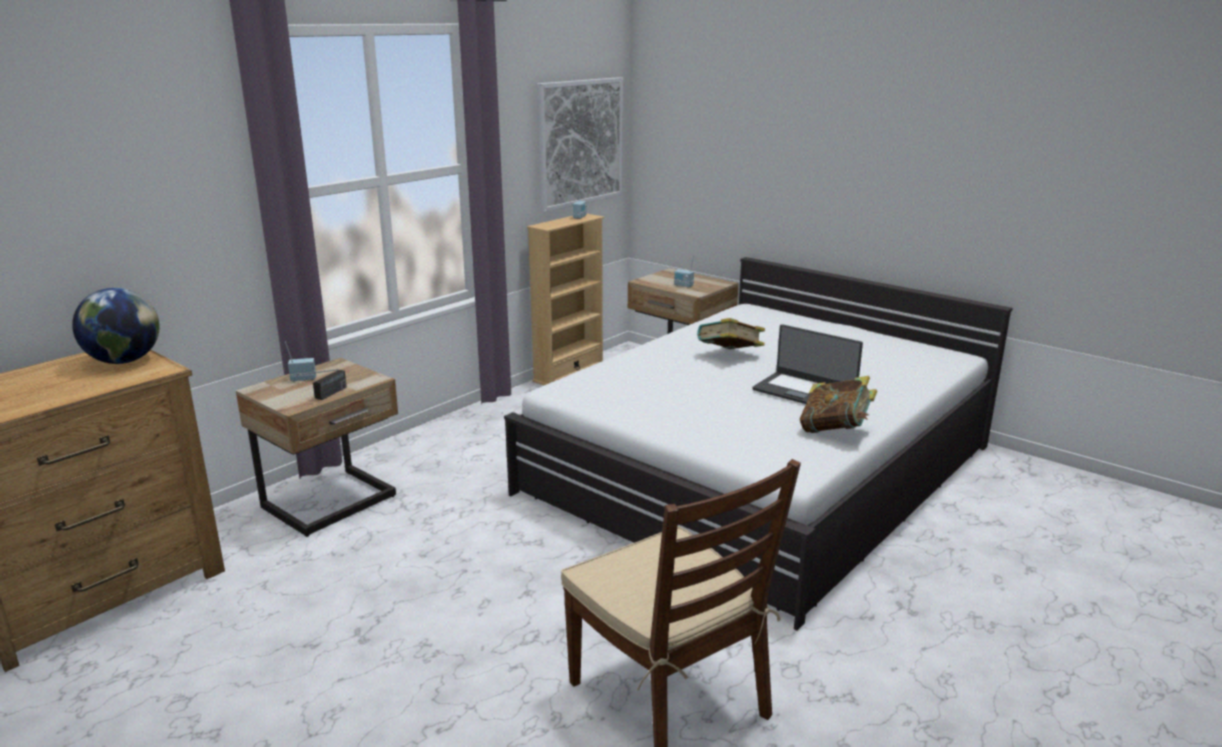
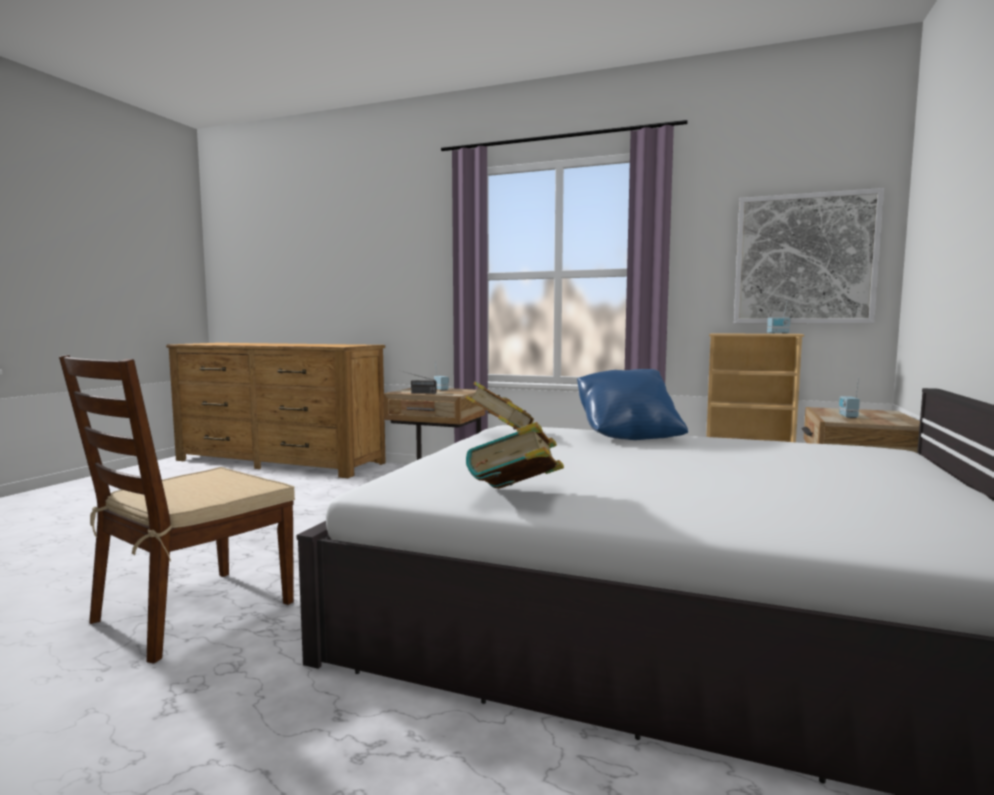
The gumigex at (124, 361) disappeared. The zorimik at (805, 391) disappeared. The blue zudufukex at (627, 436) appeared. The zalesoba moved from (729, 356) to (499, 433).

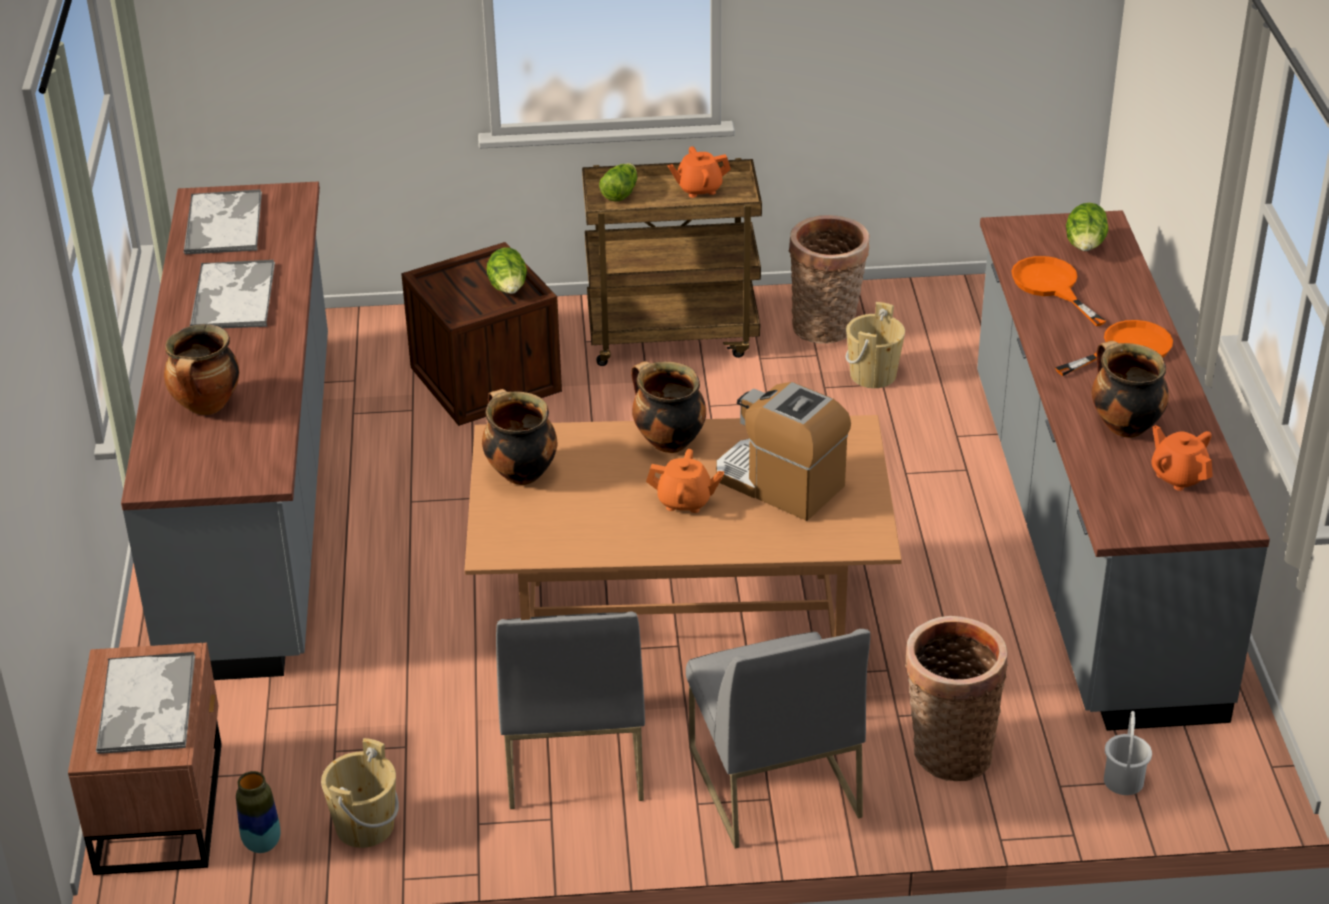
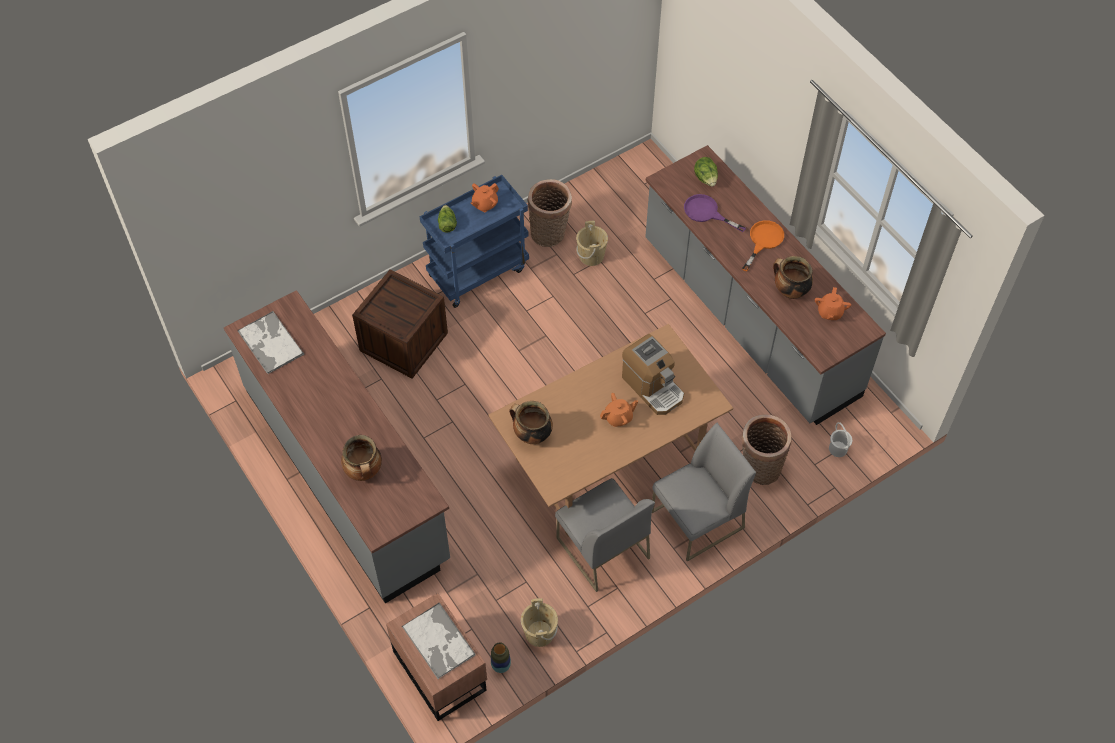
The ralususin at (233, 296) disappeared. The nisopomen at (508, 289) disappeared. The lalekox at (667, 441) disappeared. The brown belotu at (673, 336) became the blue belotu at (478, 271). The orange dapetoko at (1051, 286) became the purple dapetoko at (706, 213). The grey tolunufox at (772, 781) turned 75 degrees counterclockwise. The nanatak at (779, 483) turned 135 degrees counterclockwise. The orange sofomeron at (1178, 476) turned 105 degrees counterclockwise.

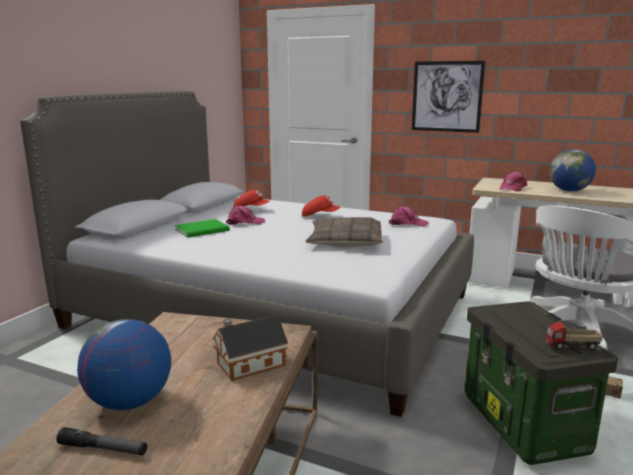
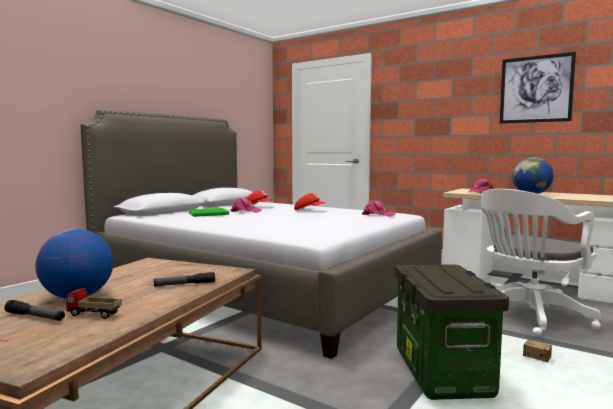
The zudufukex at (345, 242) disappeared. The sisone moved from (447, 96) to (536, 89). The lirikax moved from (572, 346) to (93, 315). The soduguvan at (248, 364) was replaced by the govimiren at (185, 284).

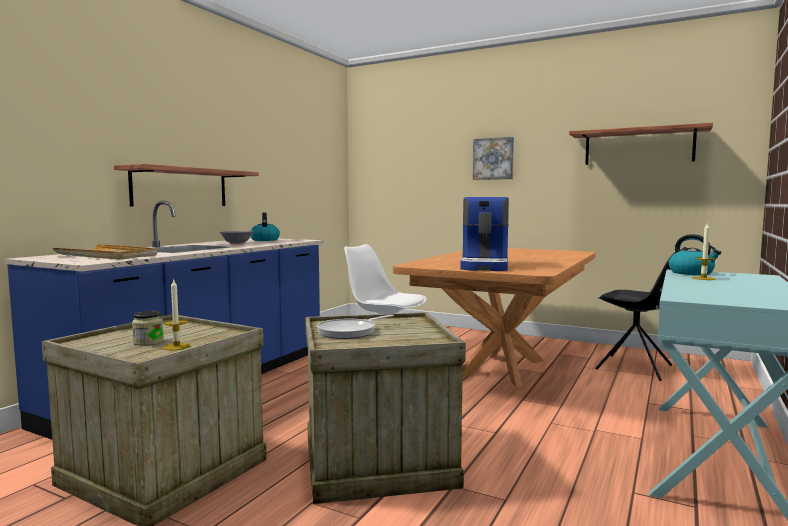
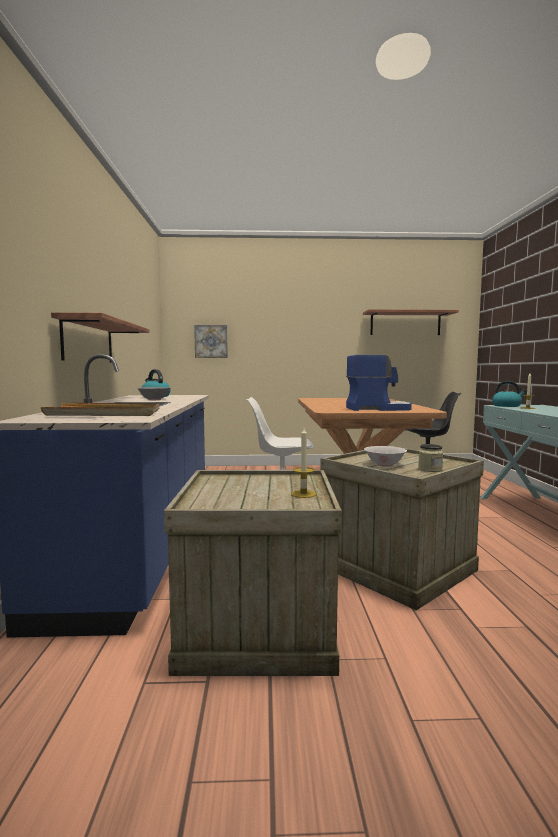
The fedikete moved from (148, 342) to (430, 469). The sisone moved from (493, 159) to (211, 341). The dapetoko at (350, 332) was replaced by the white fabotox at (385, 464). The nanatak at (485, 266) turned 75 degrees counterclockwise.

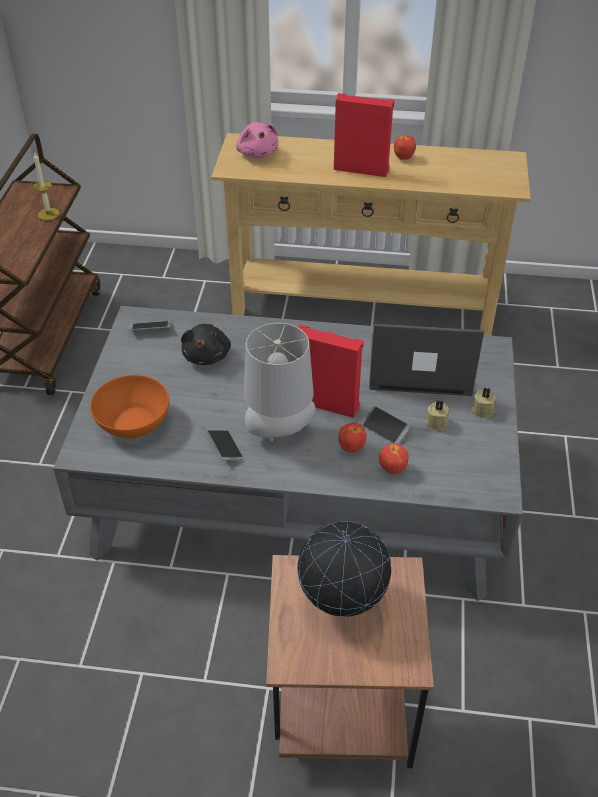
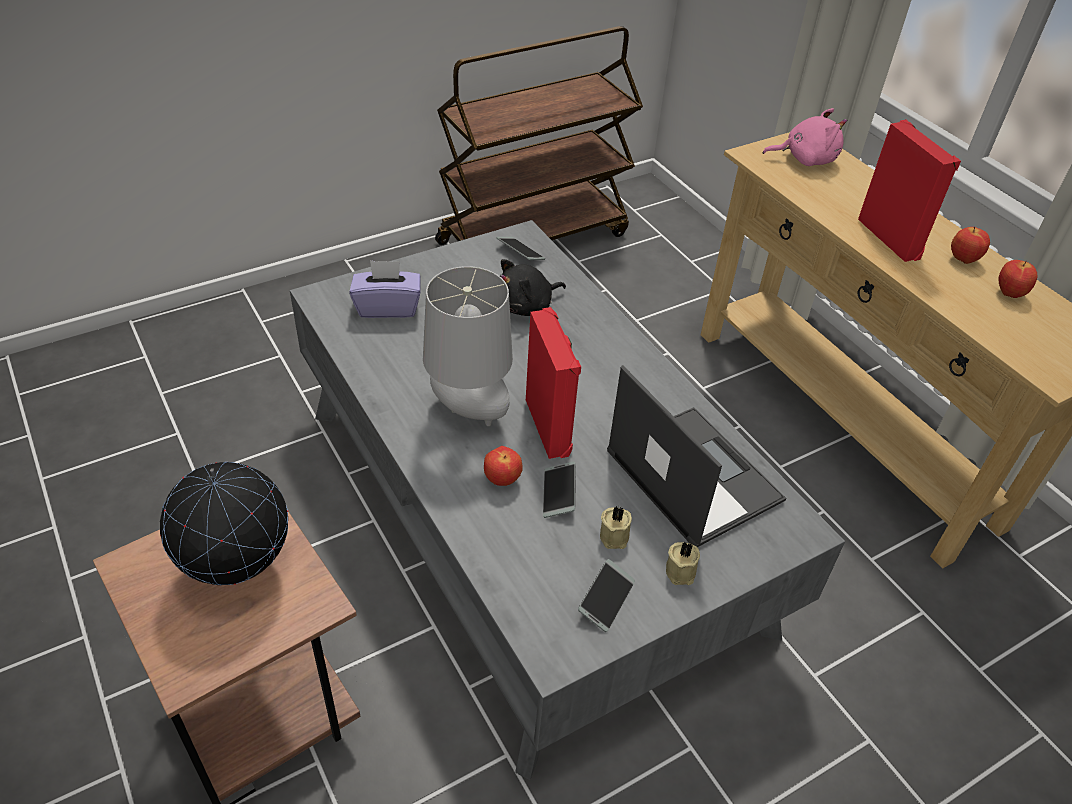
The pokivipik at (48, 214) disappeared. The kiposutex moved from (224, 447) to (606, 599). The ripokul moved from (392, 469) to (1008, 293). The orange fabotox at (133, 423) was replaced by the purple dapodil at (387, 307). The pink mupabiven at (257, 153) turned 120 degrees counterclockwise.

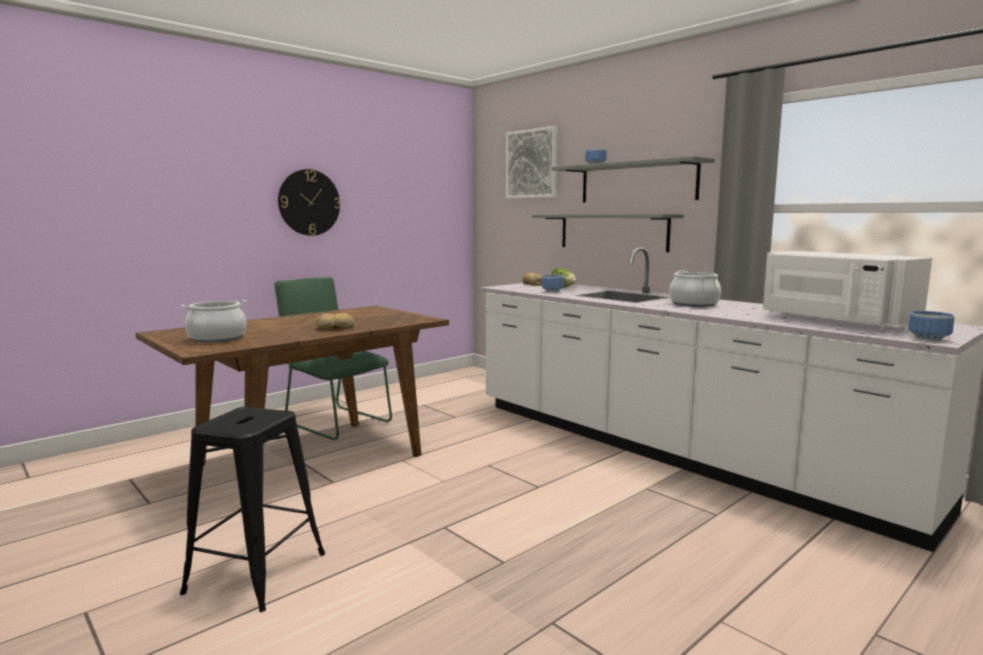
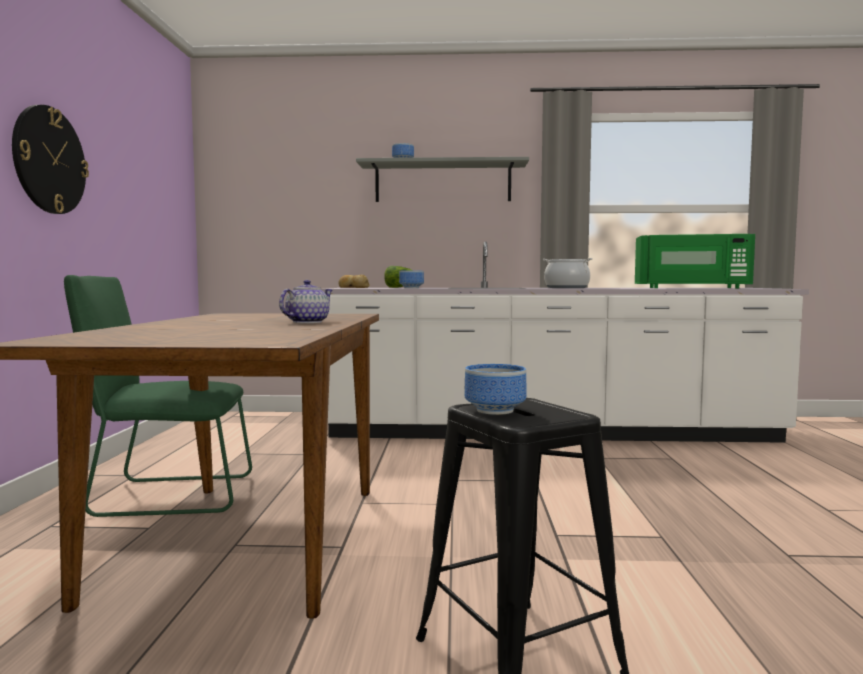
The lalekox at (217, 338) disappeared. The sisone at (532, 164) disappeared. The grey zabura at (612, 232) disappeared. The fabotox moved from (930, 338) to (496, 410). The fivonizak at (335, 328) was replaced by the sofomeron at (307, 322). The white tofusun at (834, 321) became the green tofusun at (692, 288).

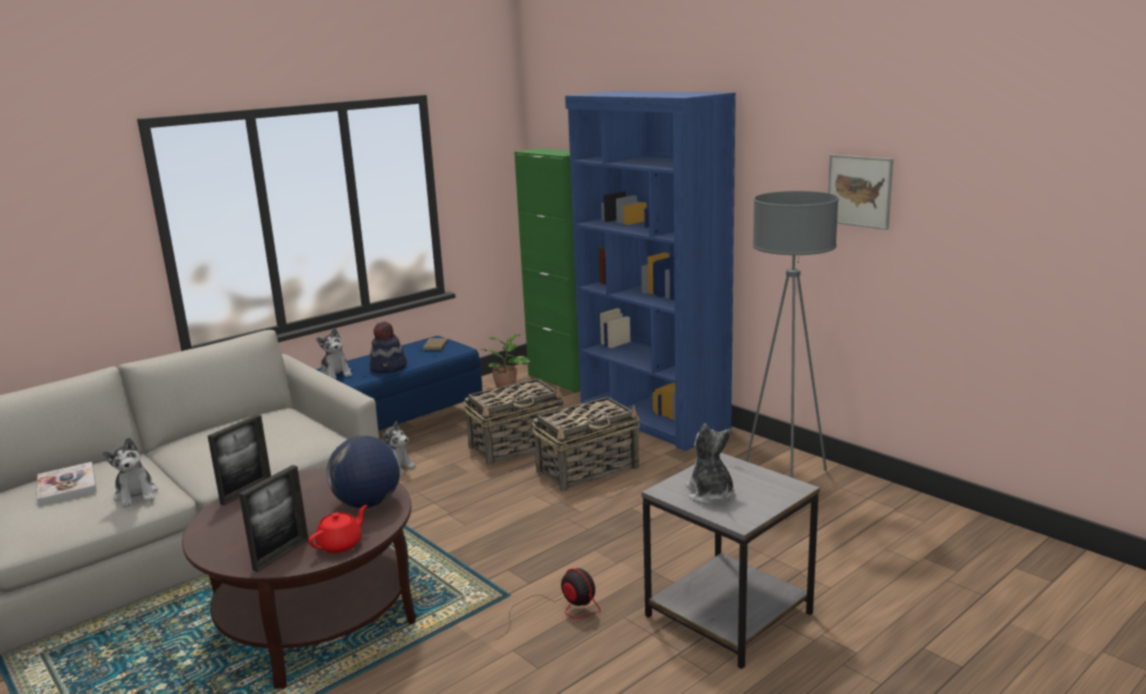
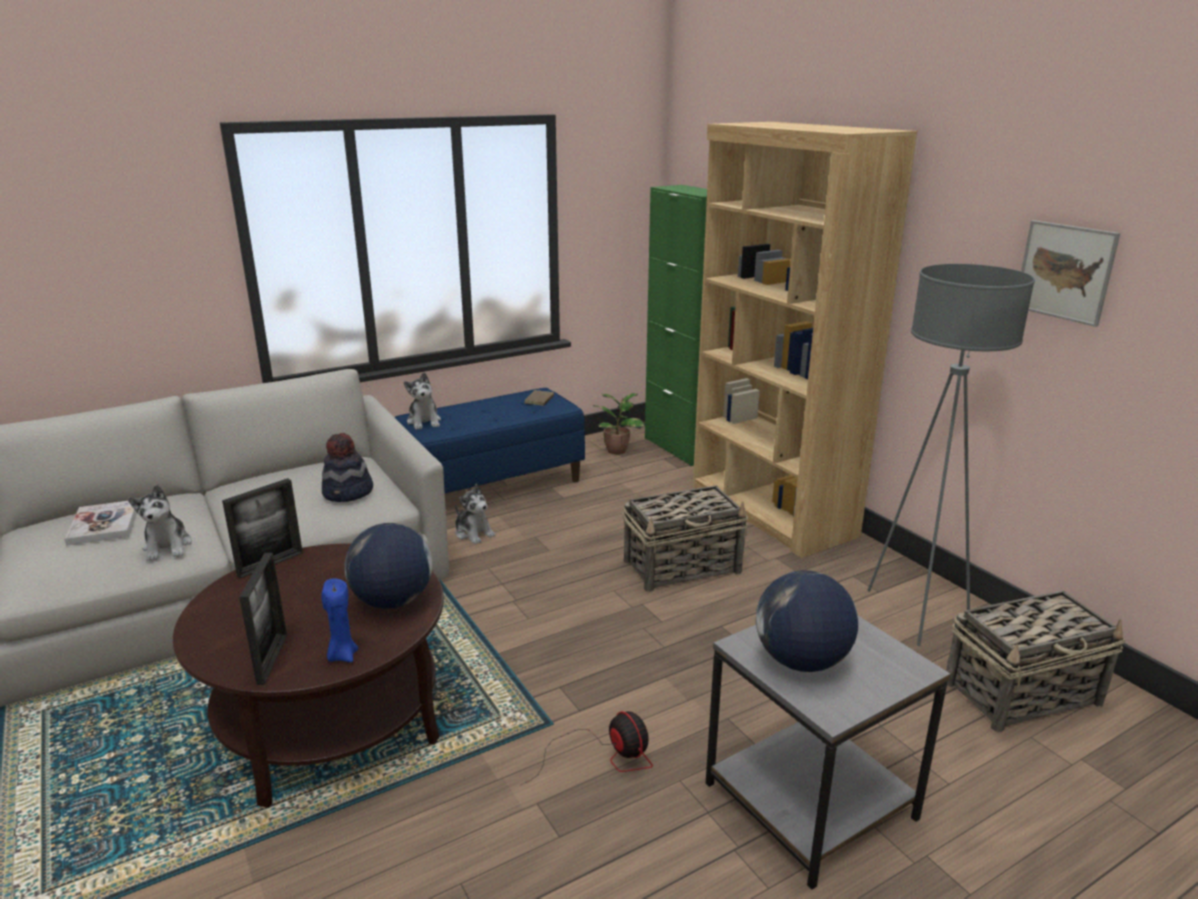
The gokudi moved from (389, 368) to (348, 493). The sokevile moved from (517, 446) to (1023, 693). The red sofomeron at (341, 544) was replaced by the blue pokivipik at (342, 655). The mupabiven at (710, 494) was replaced by the gumigex at (801, 661). The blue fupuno at (652, 419) became the brown fupuno at (771, 511). The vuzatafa at (281, 554) turned 45 degrees counterclockwise.

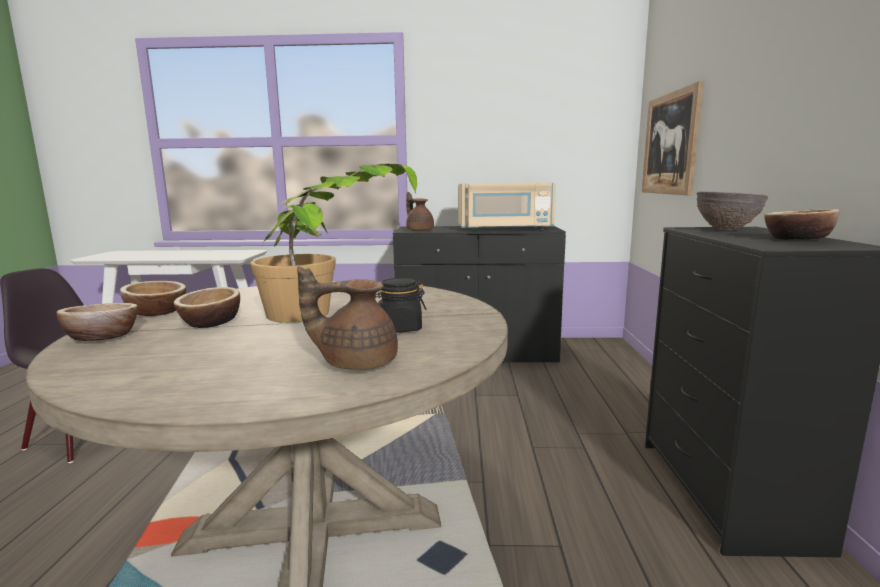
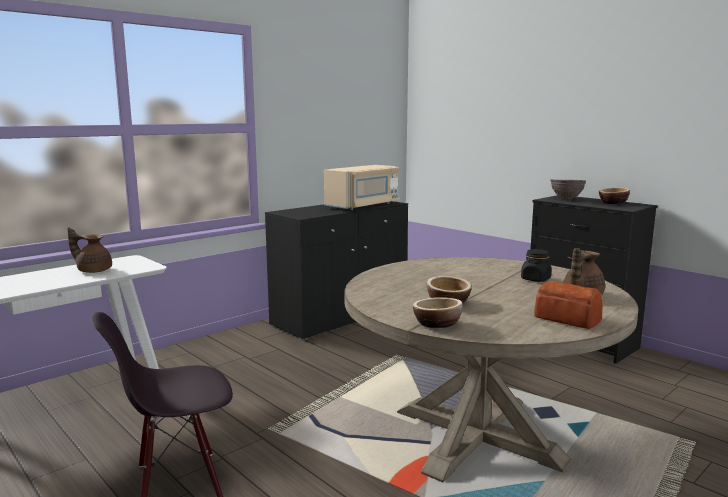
The fabotox at (156, 312) disappeared. The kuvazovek at (331, 313) disappeared. The sisone at (670, 144) disappeared. The fivonizak at (568, 319) appeared. The brown sofomeron moved from (419, 230) to (93, 270).

